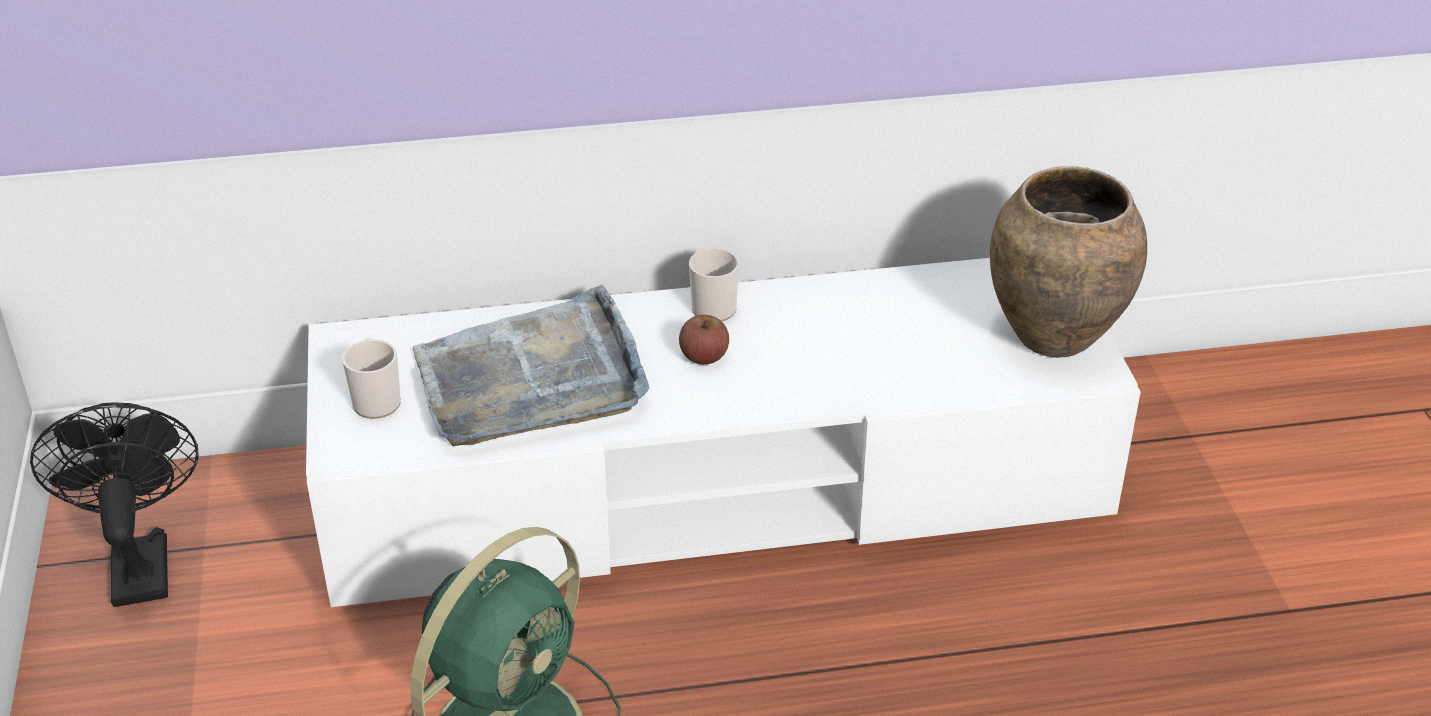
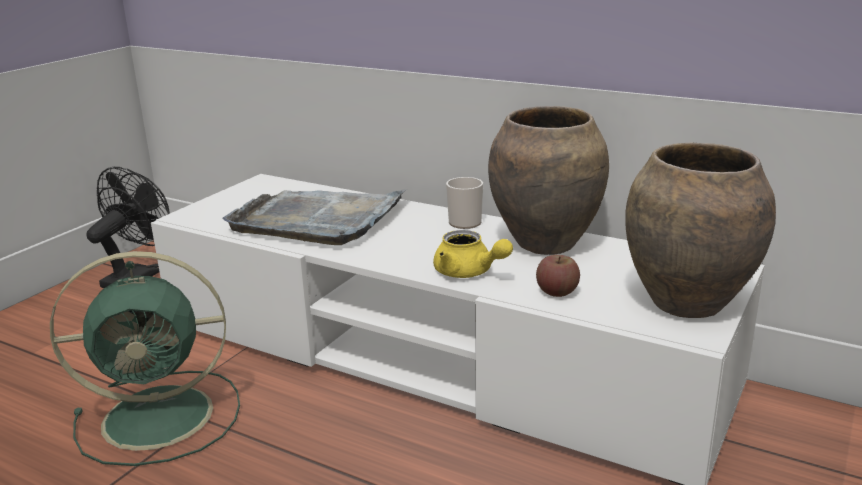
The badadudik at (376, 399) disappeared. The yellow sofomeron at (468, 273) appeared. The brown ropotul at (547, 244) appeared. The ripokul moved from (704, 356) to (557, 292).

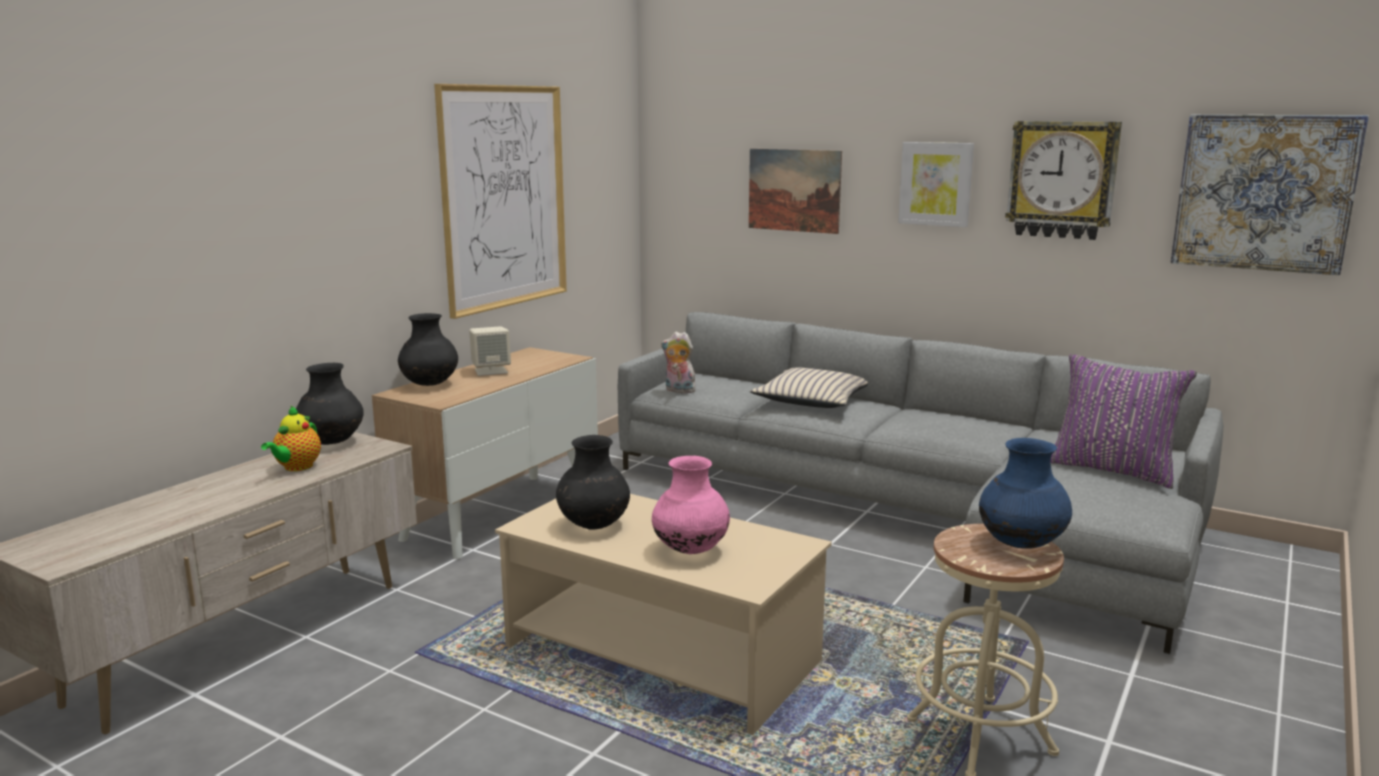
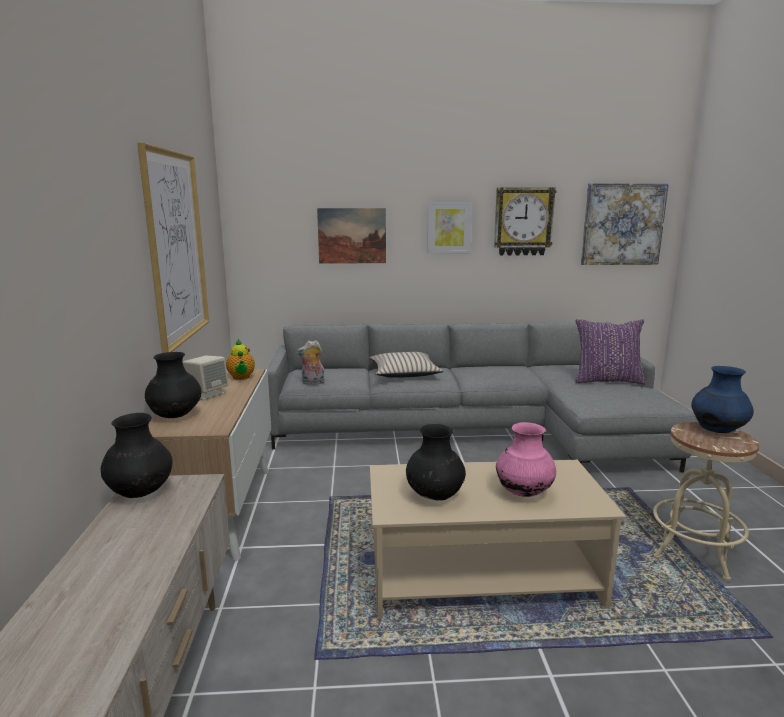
The sofomeron moved from (296, 467) to (241, 377).

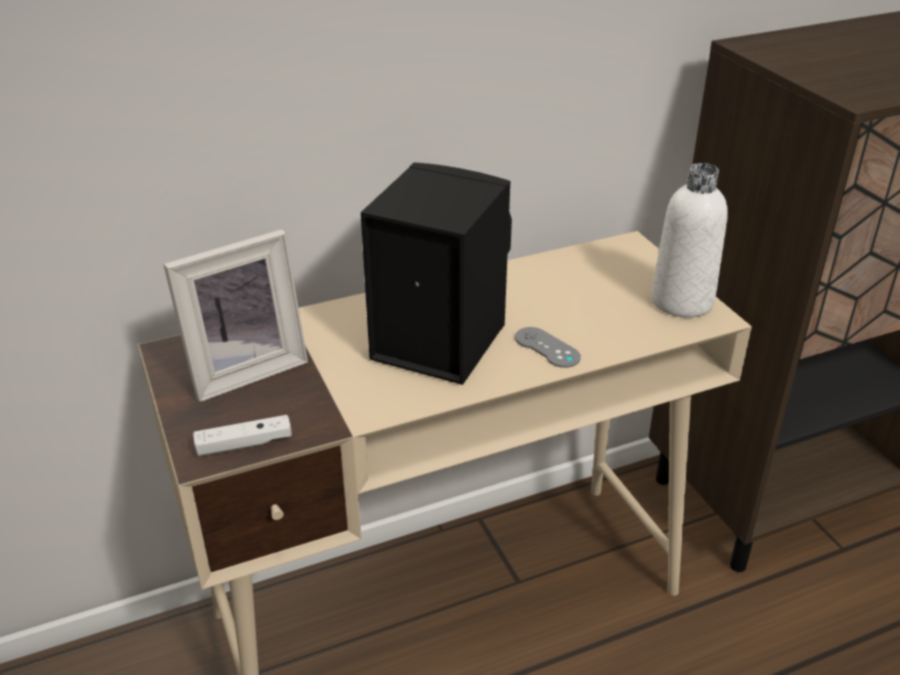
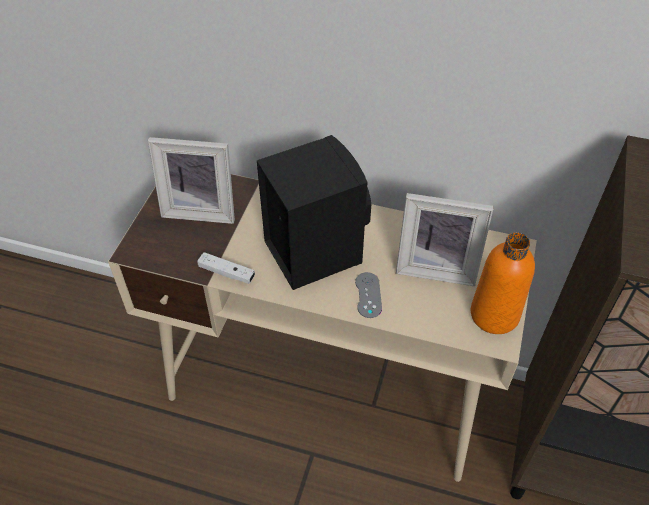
The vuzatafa at (436, 266) appeared. The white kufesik moved from (244, 444) to (226, 273). The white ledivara at (682, 301) became the orange ledivara at (494, 314).

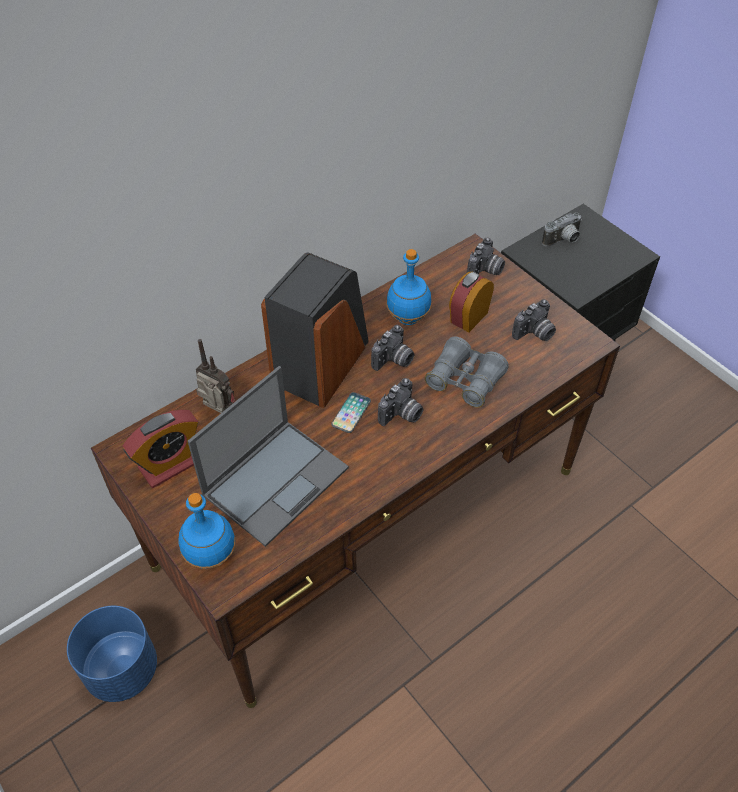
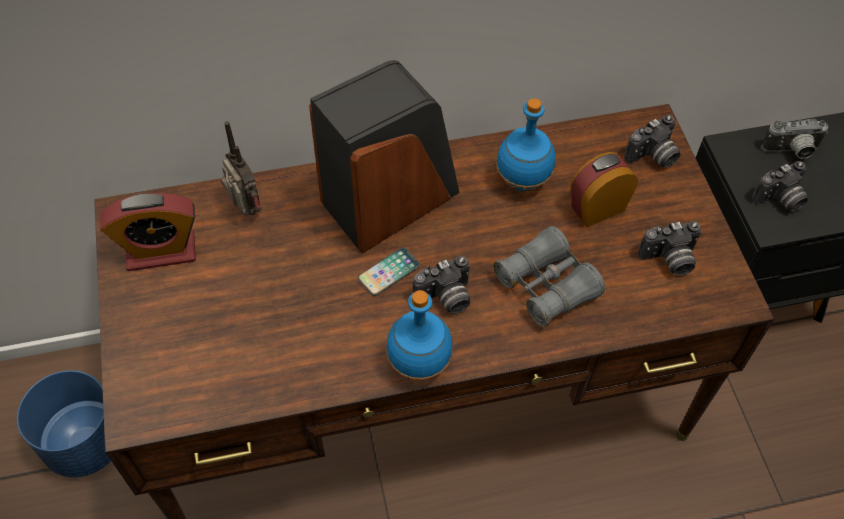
The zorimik at (276, 480) disappeared. The blue ledivara moved from (210, 556) to (418, 364). The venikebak moved from (394, 360) to (780, 200).

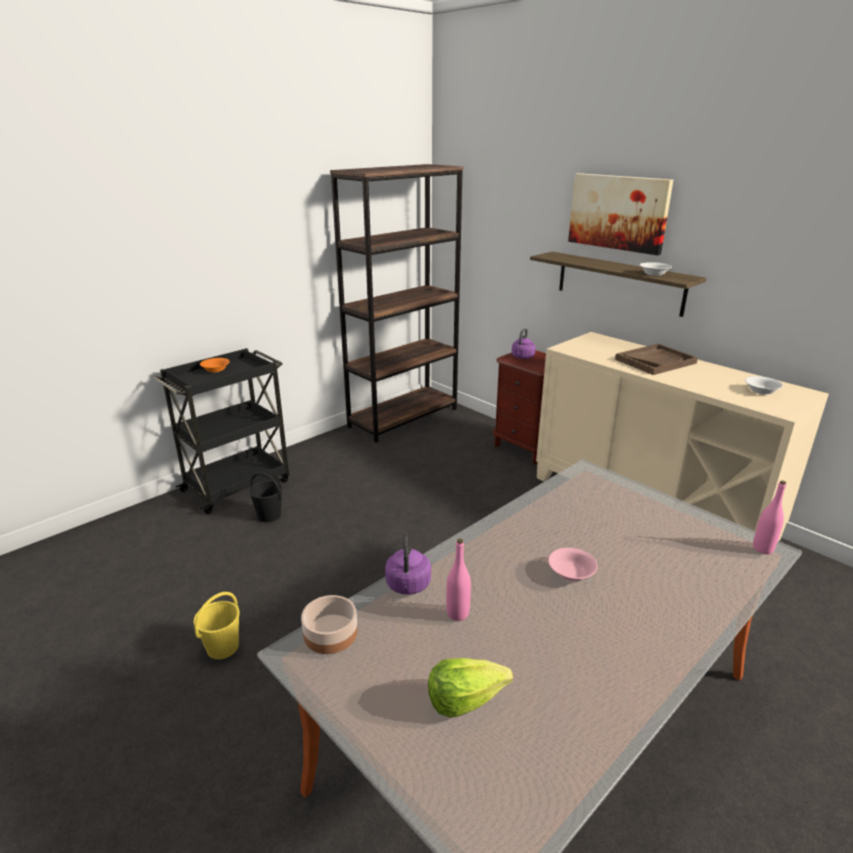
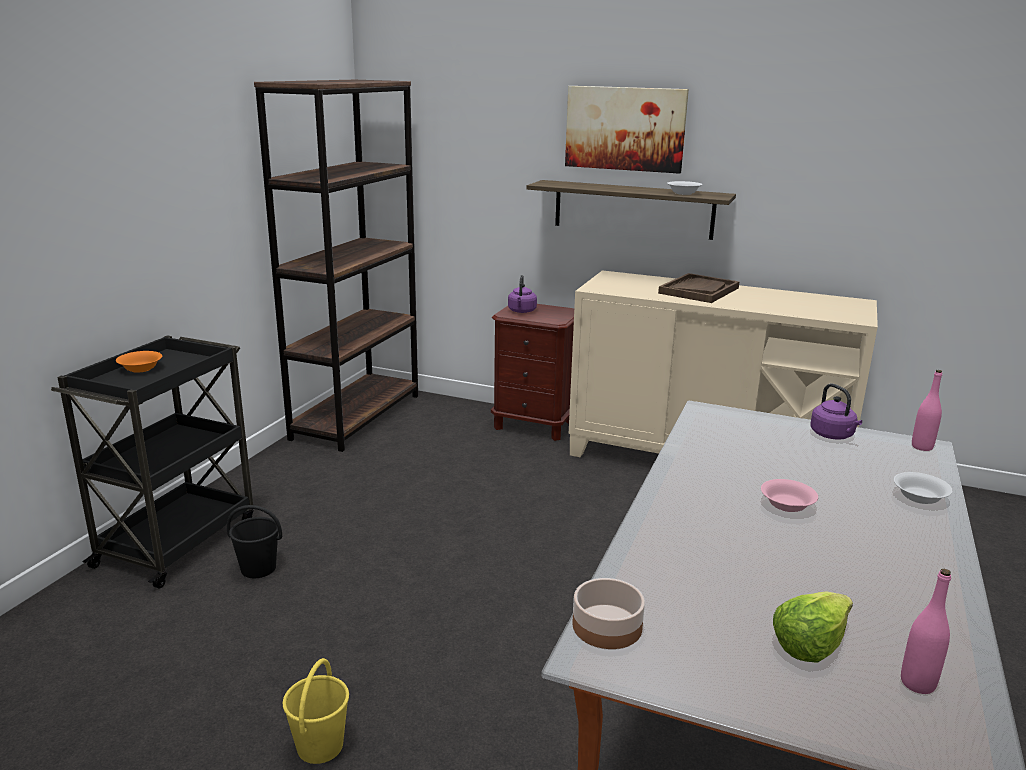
The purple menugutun moved from (408, 586) to (833, 435). The pink ledivara moved from (457, 613) to (917, 683). The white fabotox moved from (762, 391) to (920, 498).

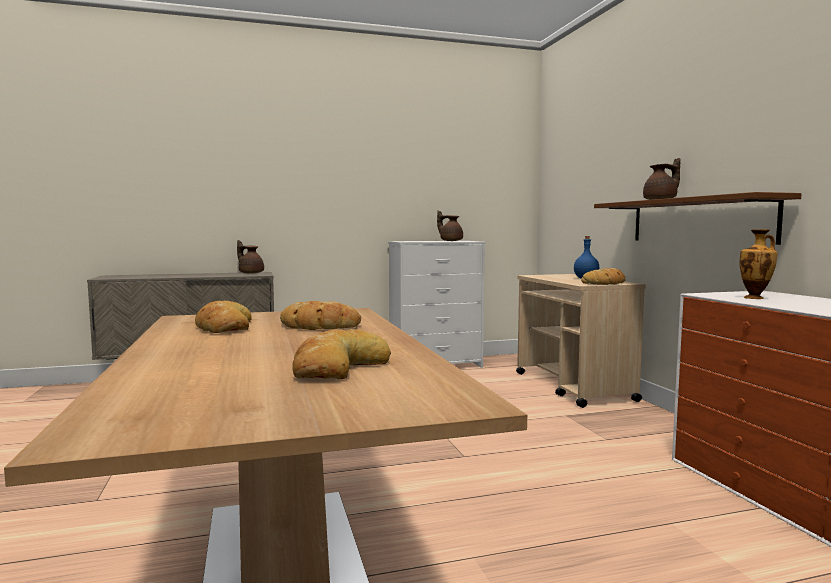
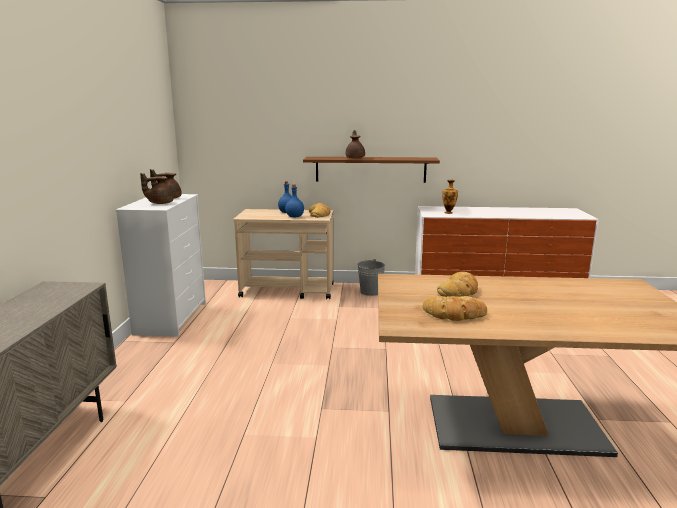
The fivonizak at (338, 367) disappeared. The blue ledivara at (294, 216) appeared. The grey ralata at (370, 291) appeared. The brown sofomeron moved from (250, 273) to (160, 203).

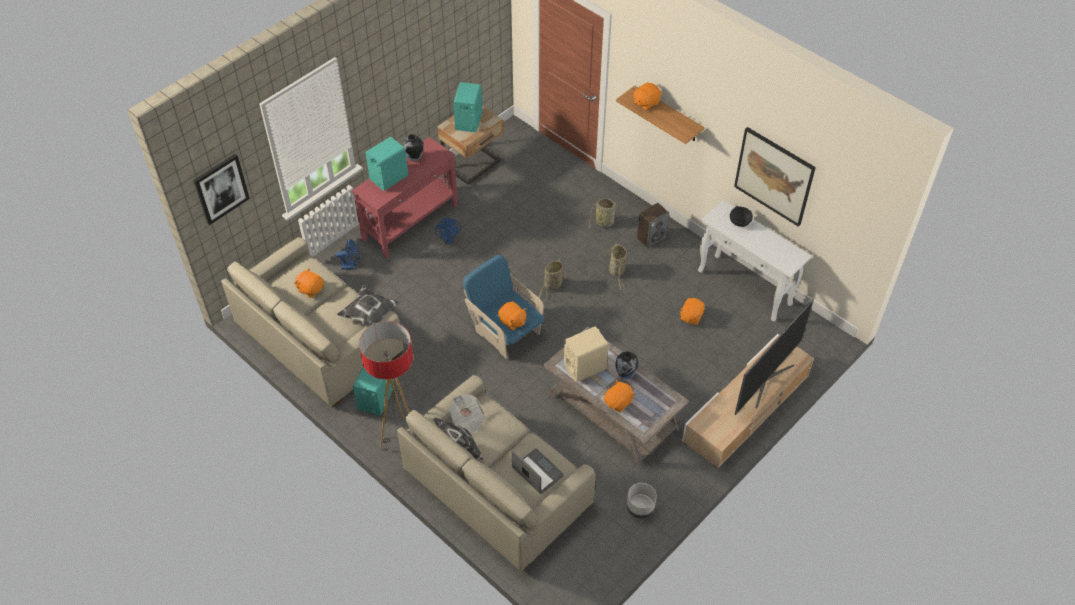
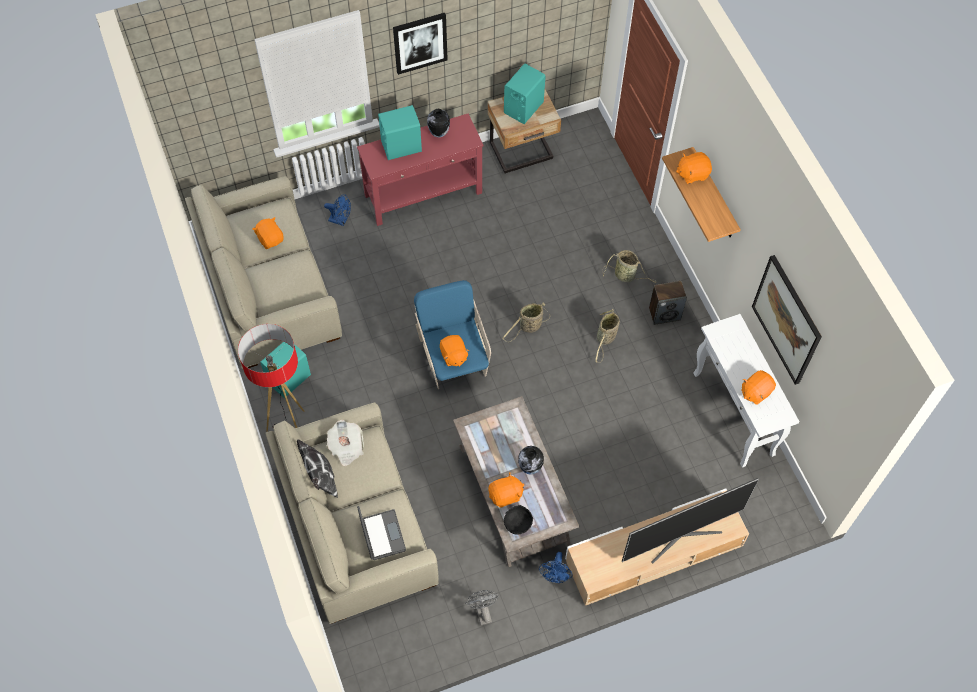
The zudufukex at (369, 316) disappeared. The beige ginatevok at (585, 367) disappeared. The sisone moved from (221, 188) to (420, 42). The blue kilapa moved from (448, 240) to (555, 576). The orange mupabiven moved from (691, 316) to (755, 392). The black fabotox moved from (740, 221) to (517, 523). The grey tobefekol at (640, 508) was replaced by the grey kilapa at (482, 611).

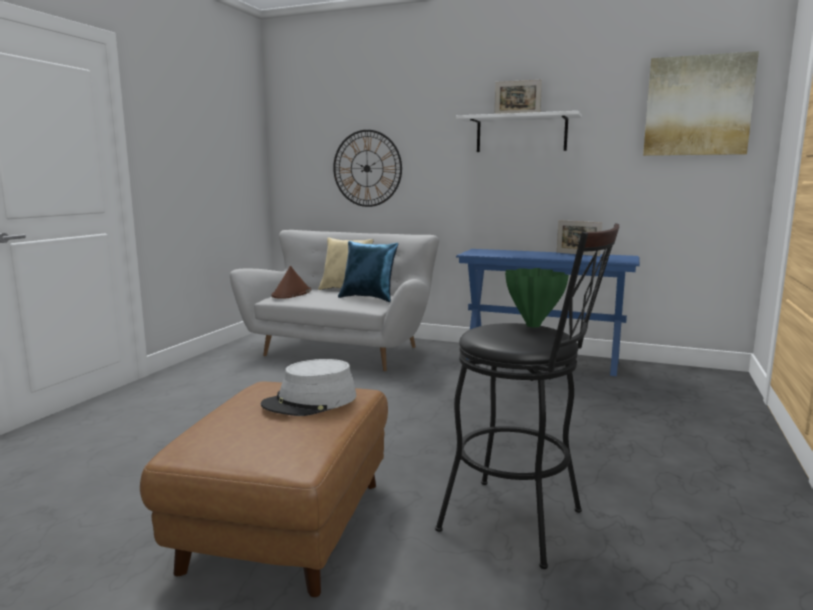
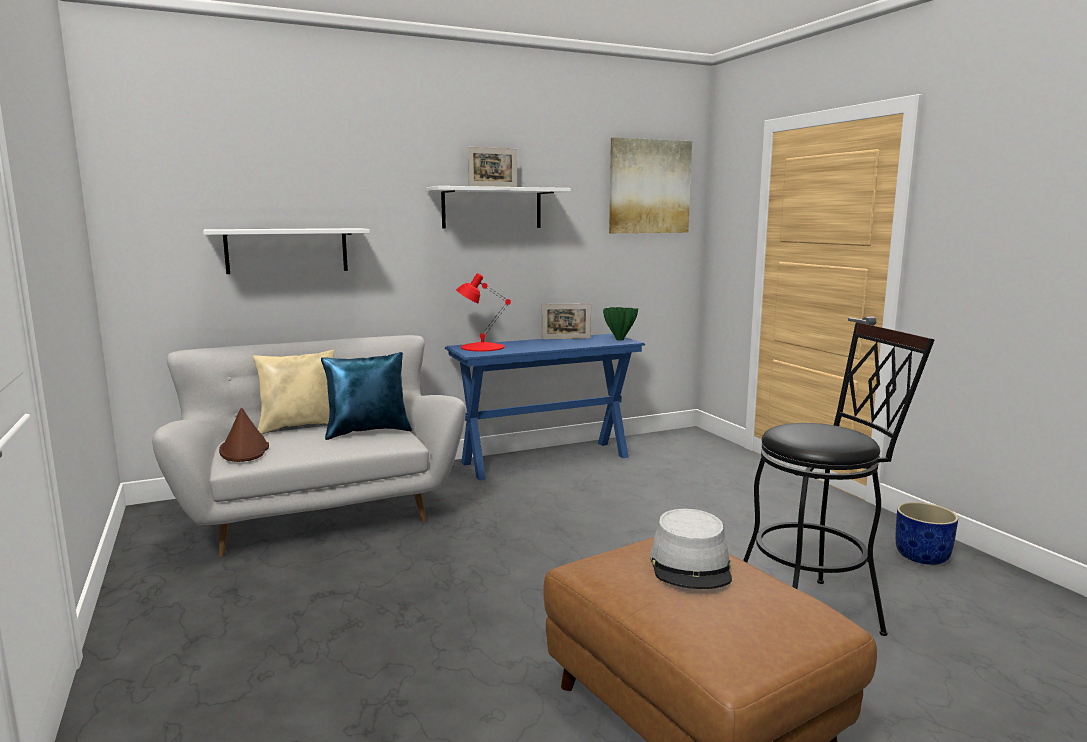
The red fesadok at (481, 347) appeared. The blue tobefekol at (921, 556) appeared. The green ropotul moved from (532, 325) to (619, 339). The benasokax at (367, 168) was replaced by the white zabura at (287, 250).

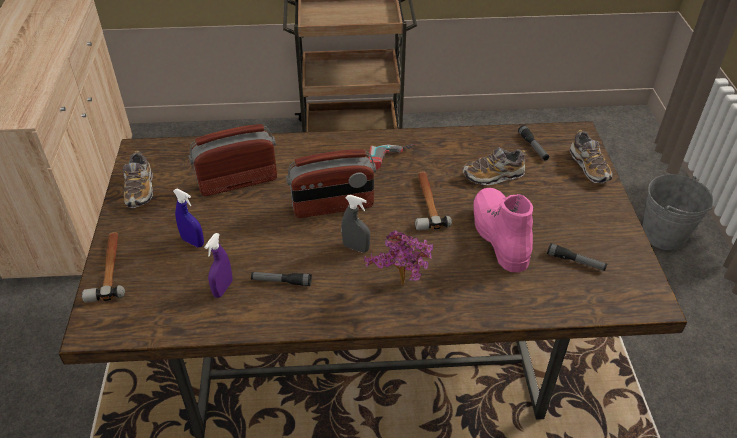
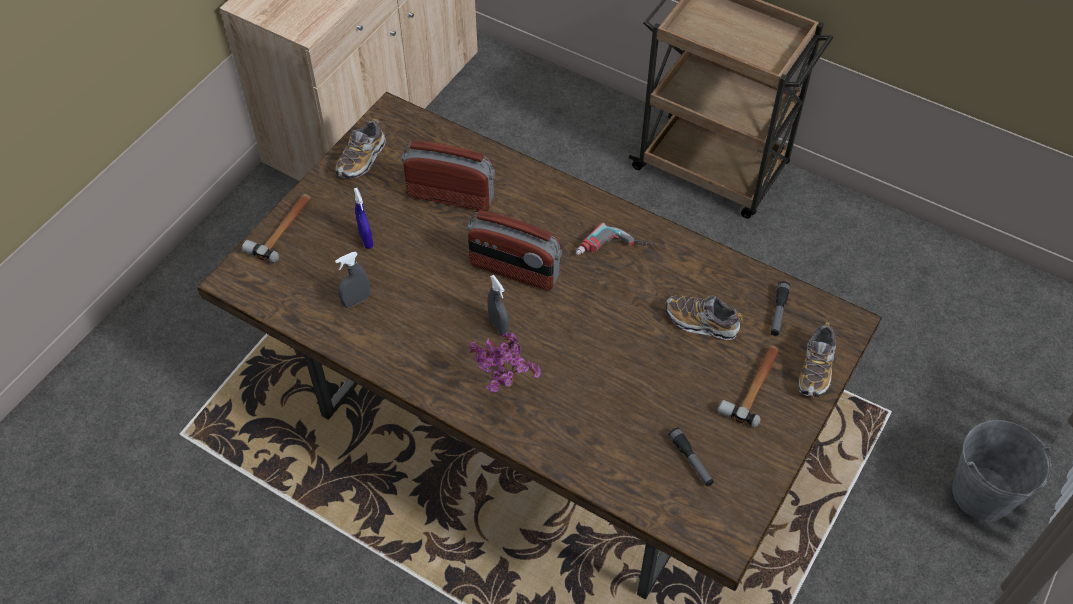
The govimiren at (281, 281) disappeared. The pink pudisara at (499, 236) disappeared. The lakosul moved from (426, 202) to (754, 385). The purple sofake at (223, 288) became the grey sofake at (356, 300).

